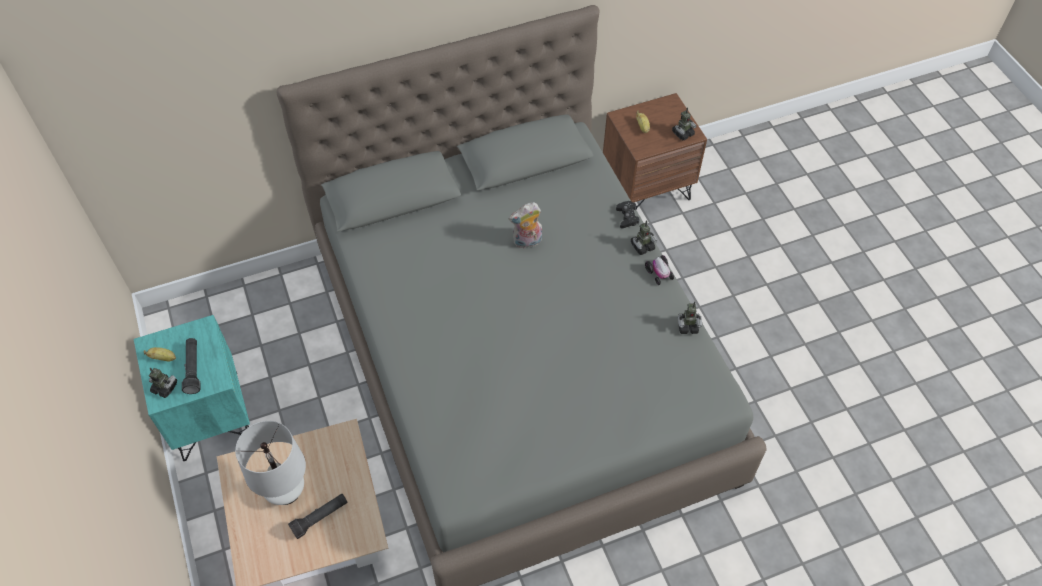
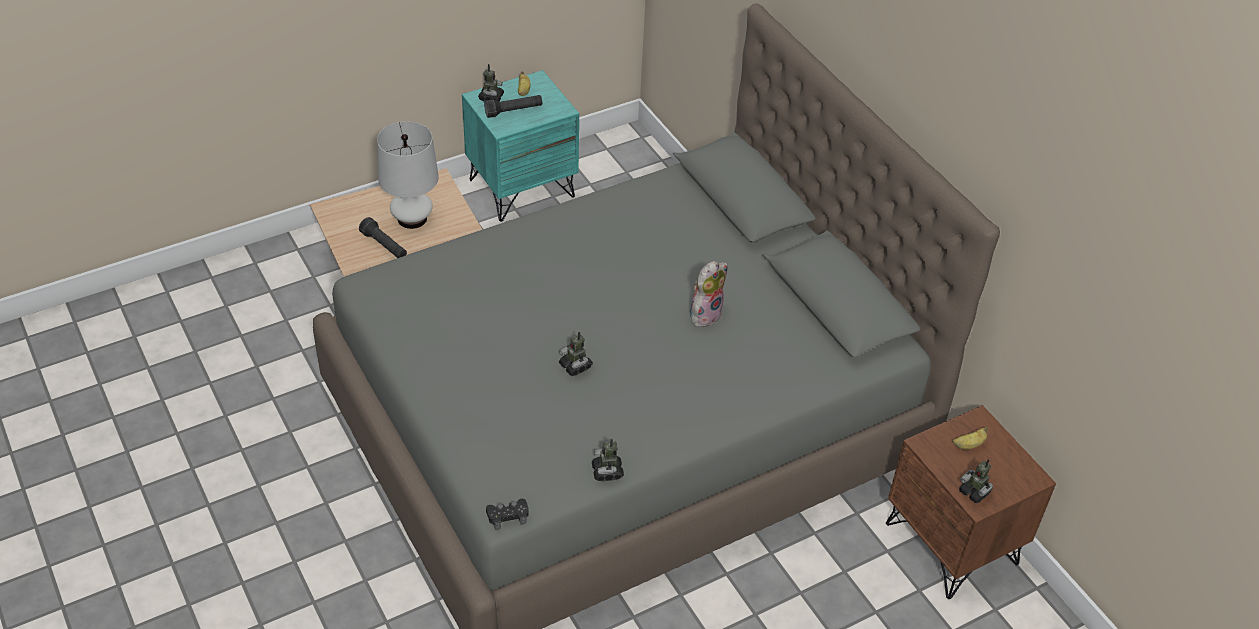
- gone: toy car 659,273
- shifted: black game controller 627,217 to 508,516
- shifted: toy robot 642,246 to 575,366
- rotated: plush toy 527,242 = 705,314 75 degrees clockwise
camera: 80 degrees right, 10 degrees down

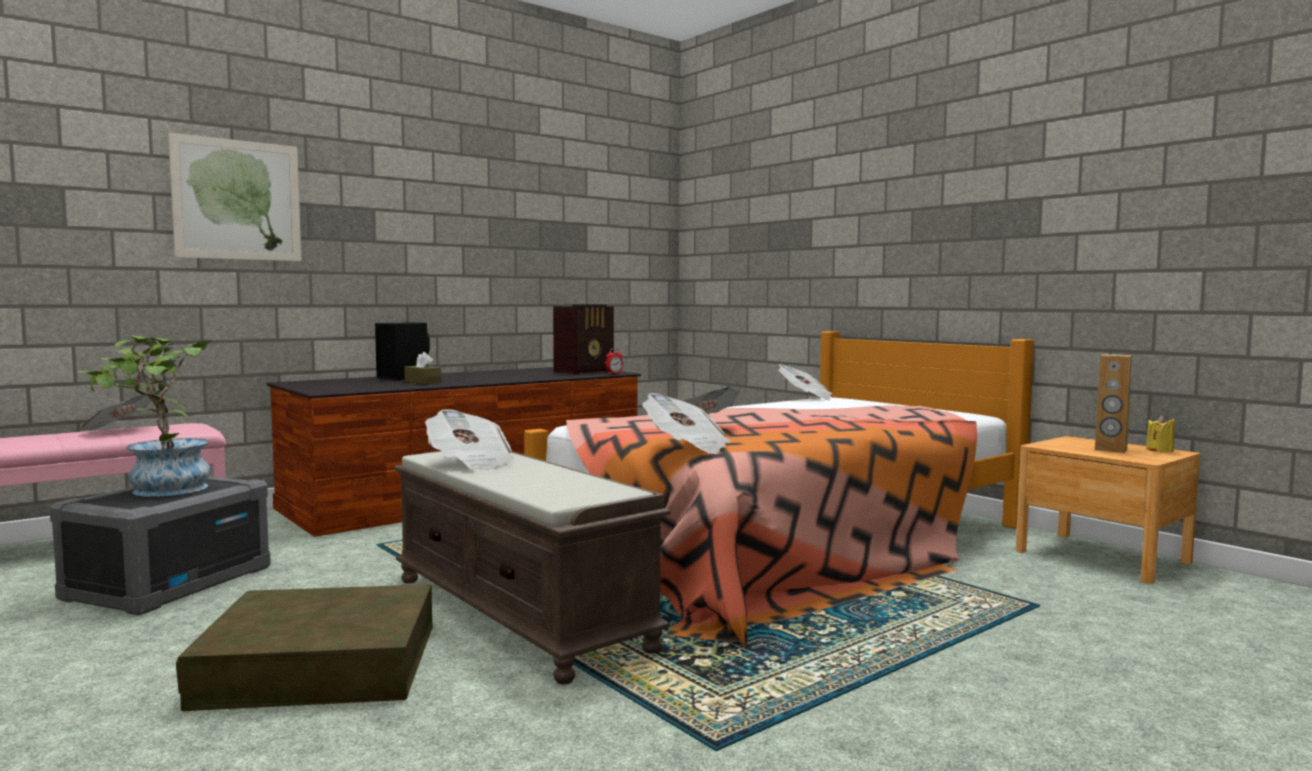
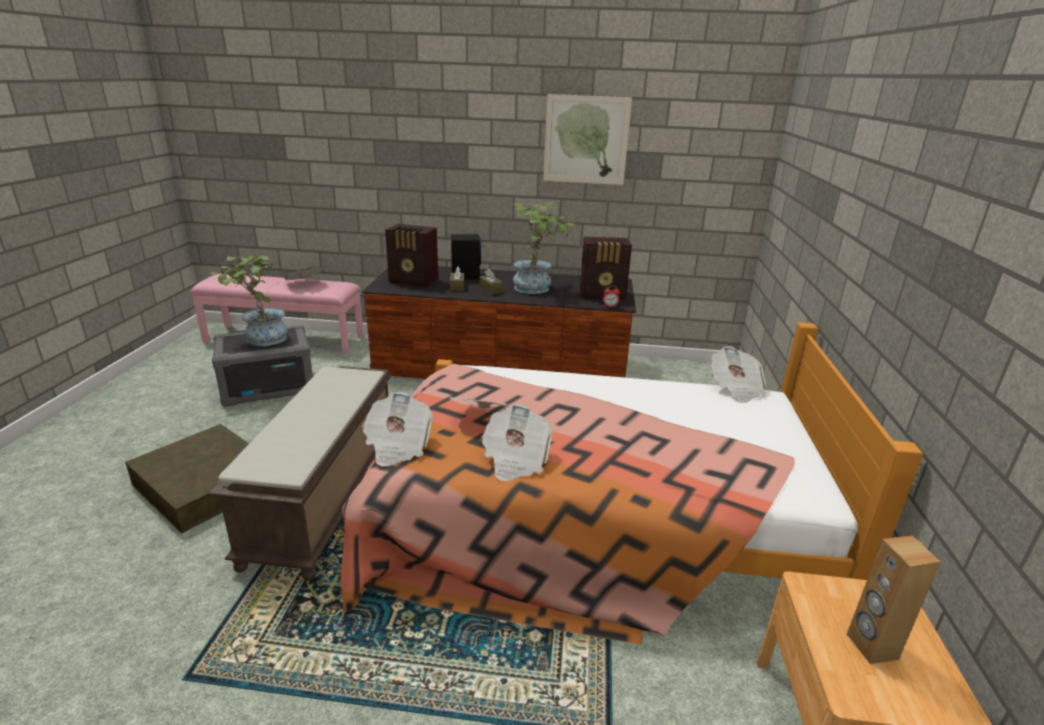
- gone: yellow candle 1159,450
- new: radio 414,281
- new: brown tissue box 490,289
- new: potted plant 537,287
- shifted: picture 237,200 to 586,140
- shifted: newspaper 470,464 to 515,459
camera: 45 degrees right, 20 degrees up

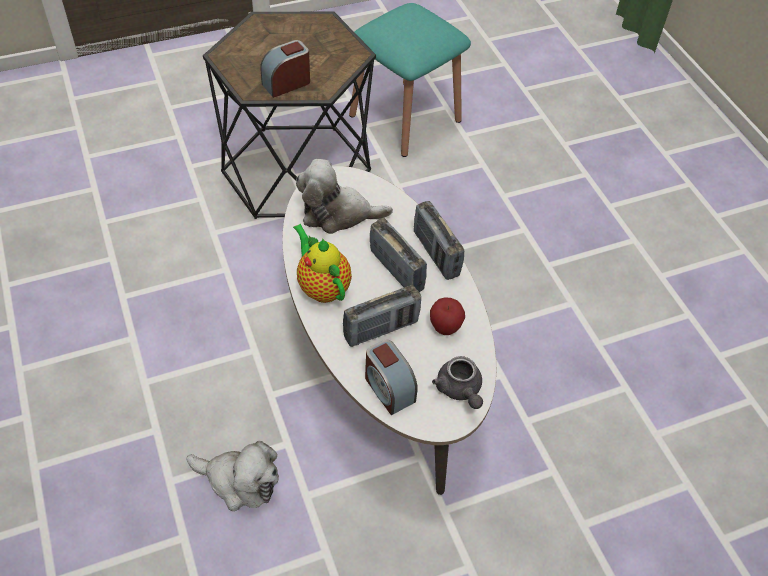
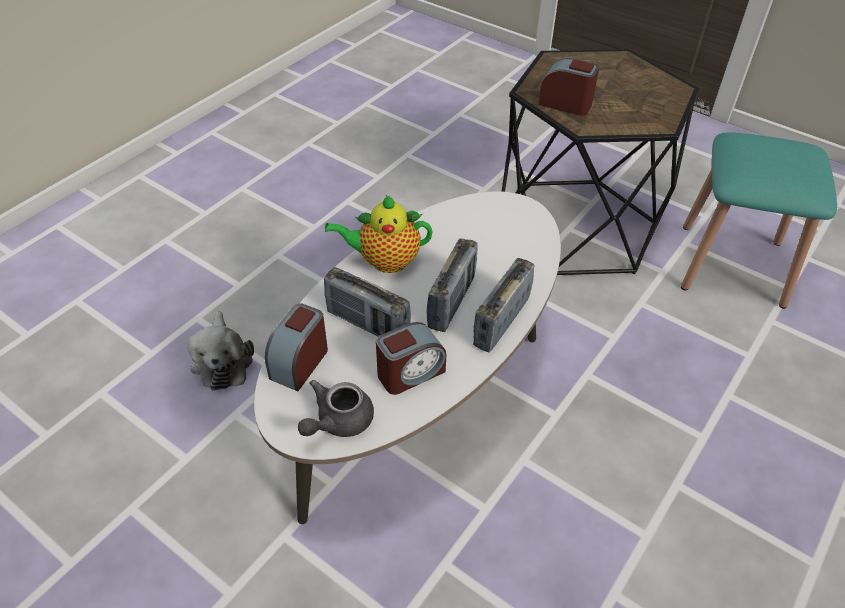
- gone: plush toy 338,213
- swapped: apple 445,328 to alarm clock 410,373
- rotated: teapot 322,286 = 385,261 120 degrees counterclockwise
camera: 60 degrees right, 5 degrees down

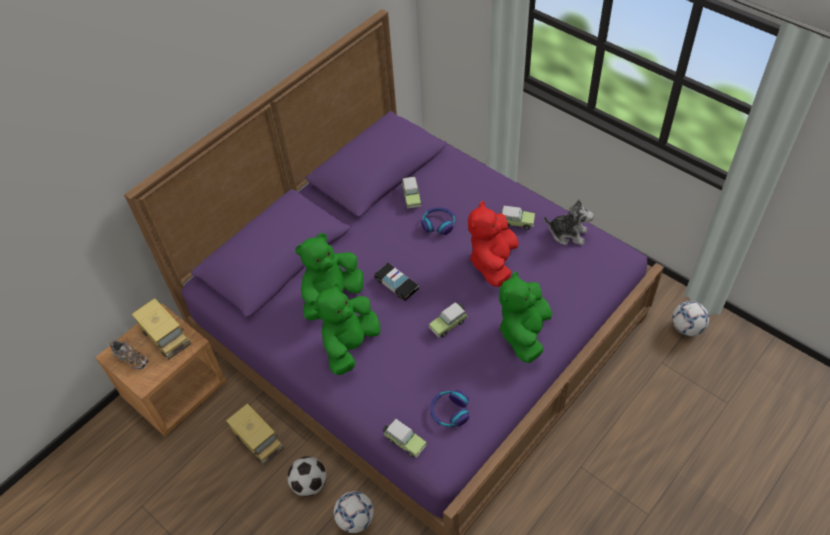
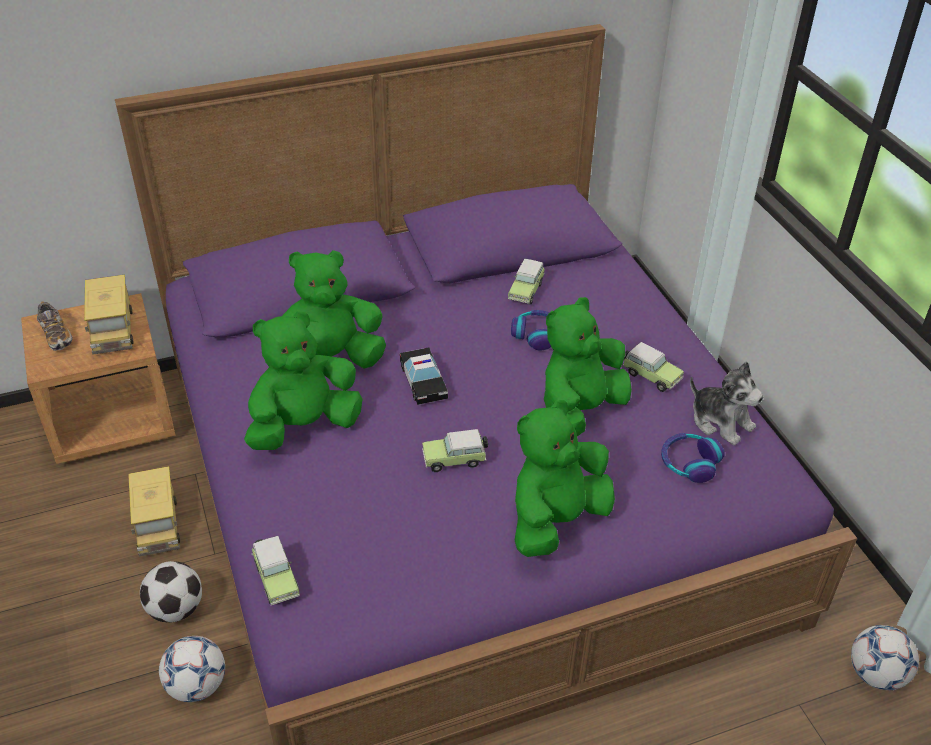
- shifted: headphones 449,412 to 689,462
- repainted: red plush toy 493,262 to green plush toy 579,411
camera: 25 degrees right, 10 degrees down

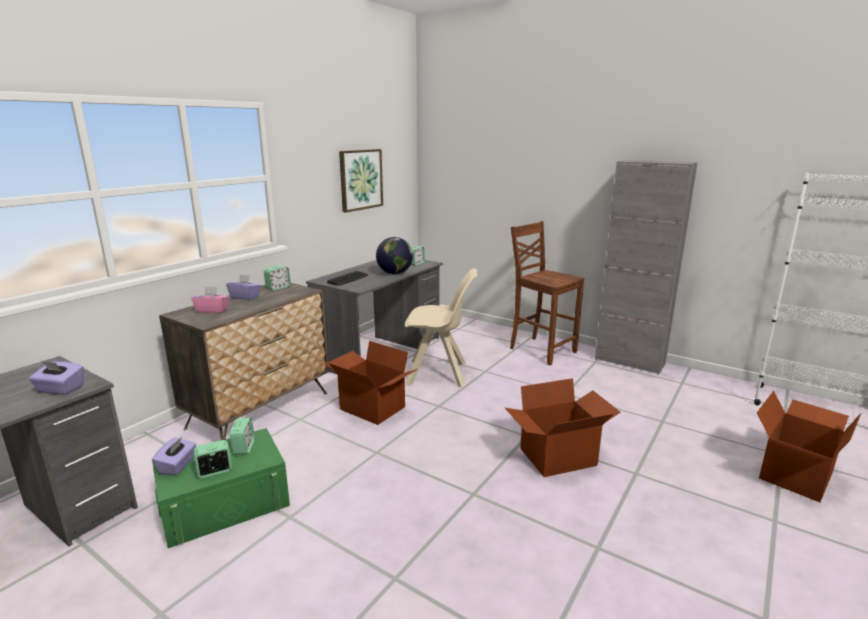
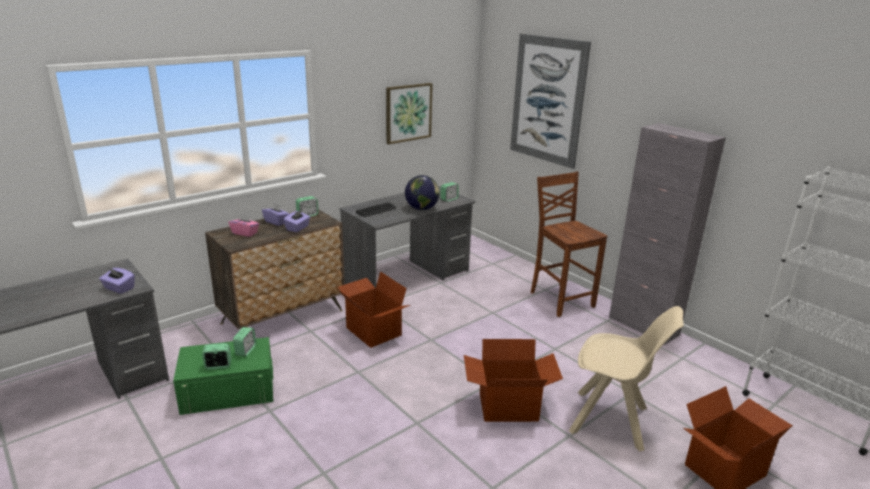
- new: picture 547,100
- shifted: purple tissue box 177,466 to 298,228
- shifted: beige chair 439,373 to 611,421
camera: 15 degrees right, 5 degrees up

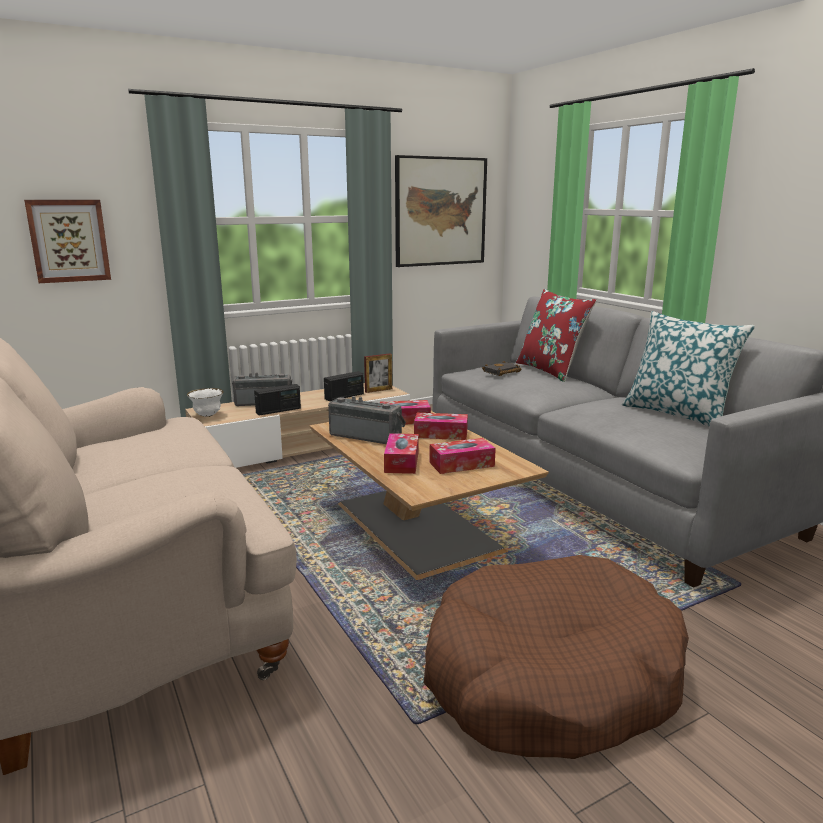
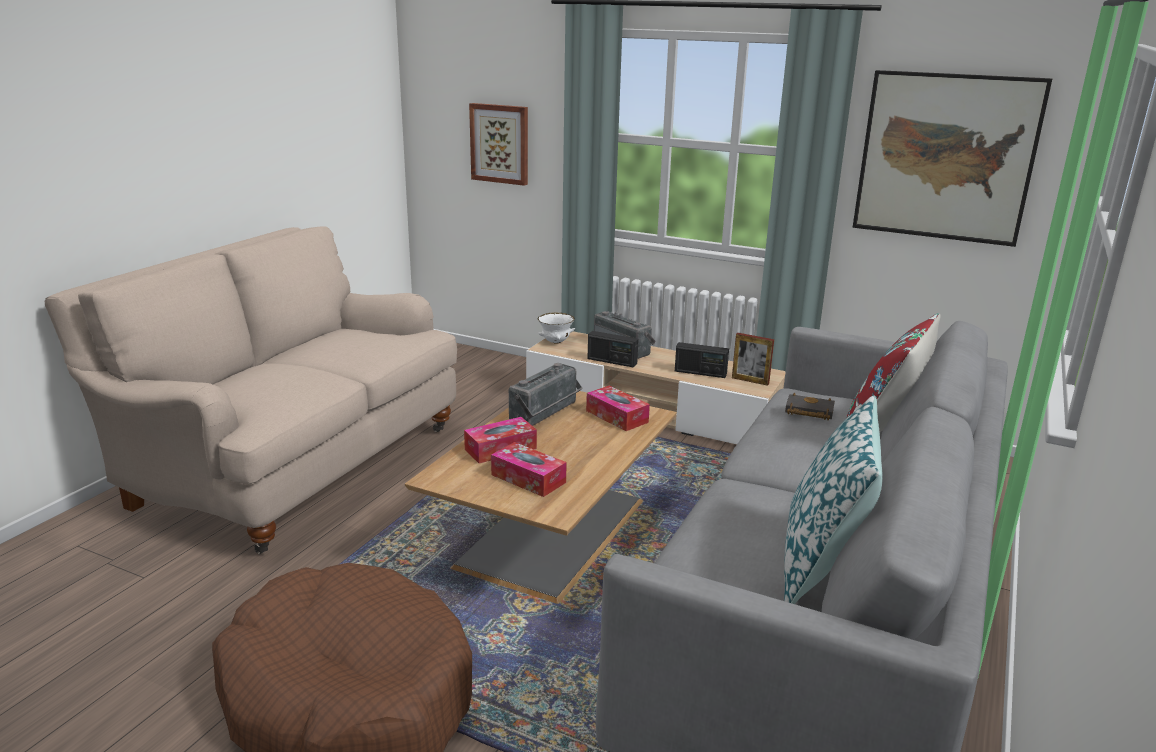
- gone: tissue box 441,434
- rotated: radio 367,436 = 546,414 45 degrees clockwise
camera: 55 degrees right, 5 degrees up

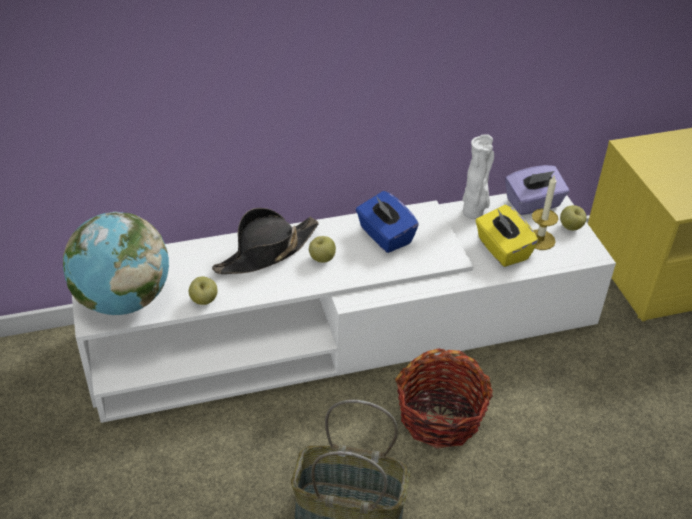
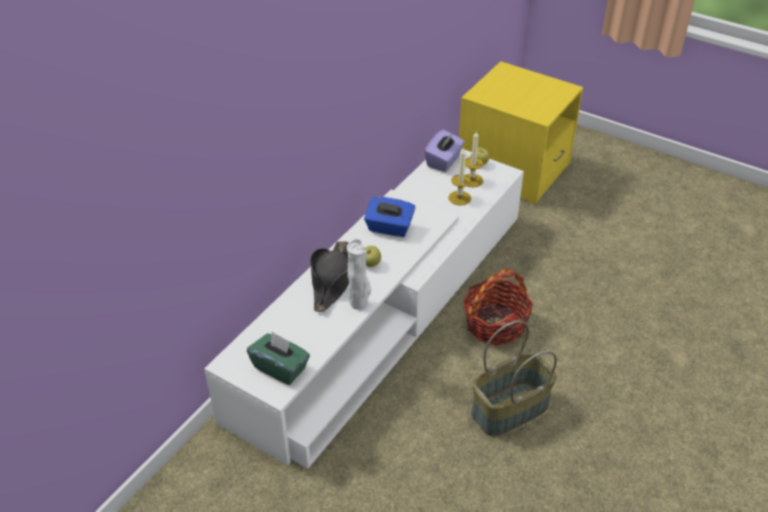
- gone: apple 204,301
- shifted: white vase 474,213 to 360,303
- swapped: globe 123,300 to green tissue box 280,368
- swapped: yellow tissue box 502,250 to candle 459,198
camera: 40 degrees left, 0 degrees up

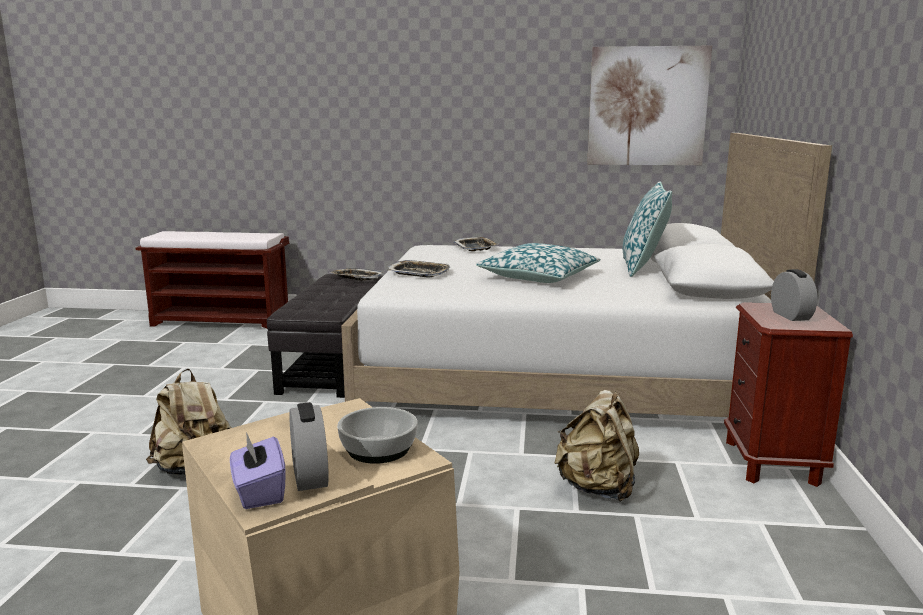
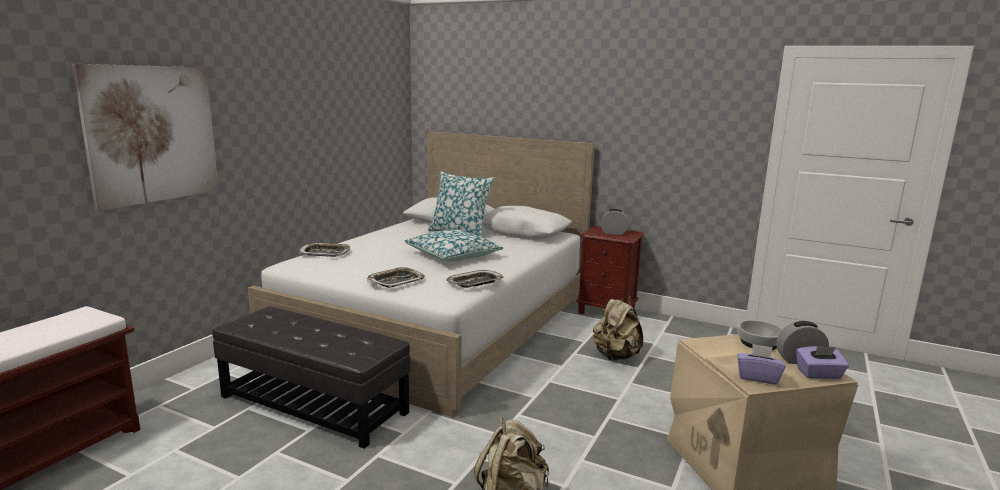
- new: purple tissue box 757,377
- shifted: tray 356,278 to 475,283
- shifted: picture 647,106 to 152,134
camera: 70 degrees left, 0 degrees up

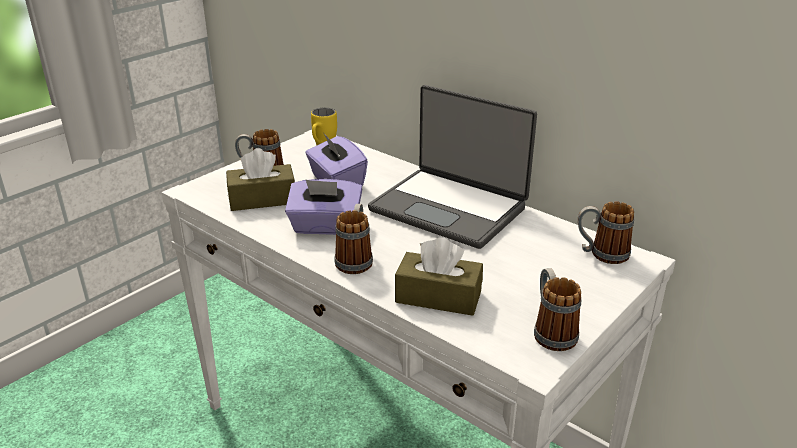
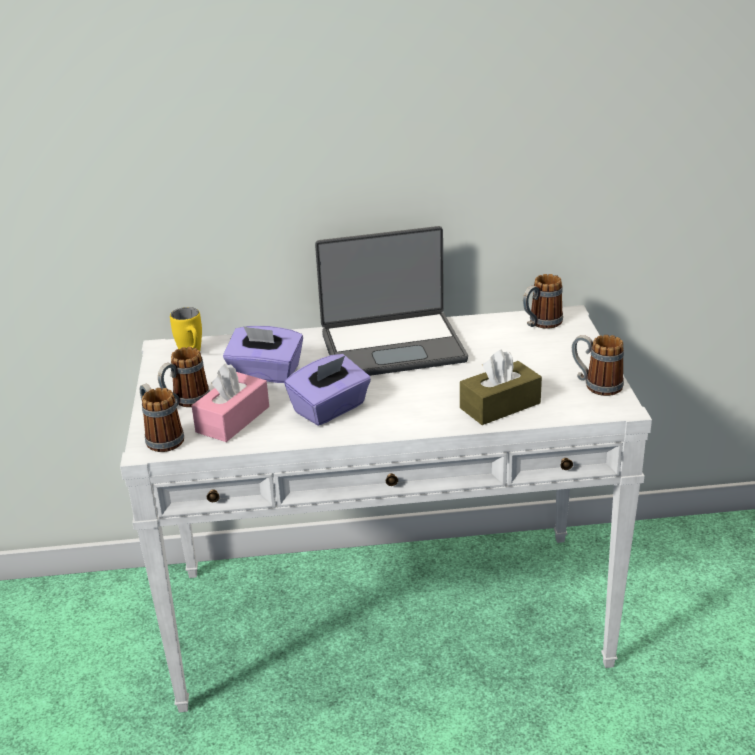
- shifted: mug 355,259 to 161,438
- repainted: brown tissue box 262,199 to pink tissue box 233,419
camera: 45 degrees left, 0 degrees up

